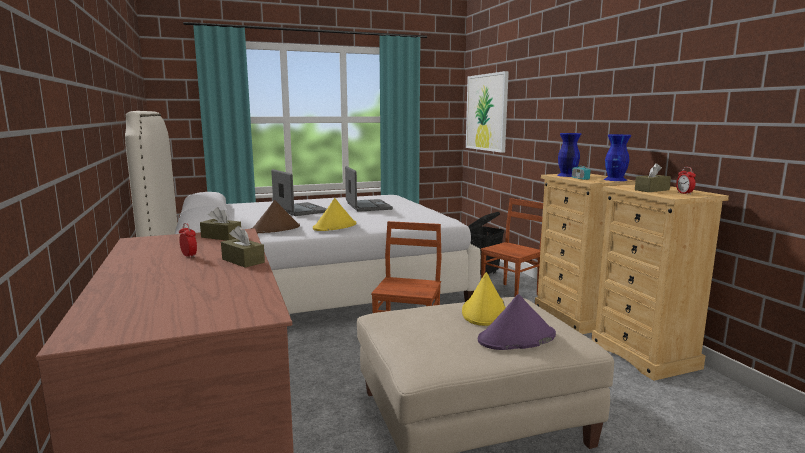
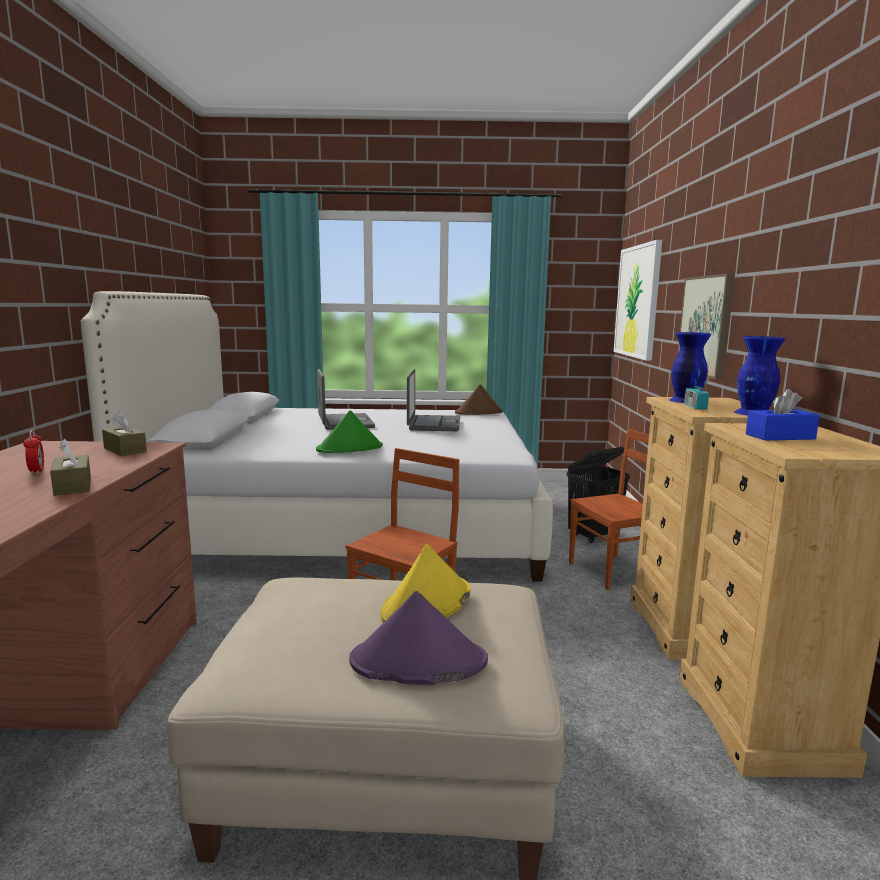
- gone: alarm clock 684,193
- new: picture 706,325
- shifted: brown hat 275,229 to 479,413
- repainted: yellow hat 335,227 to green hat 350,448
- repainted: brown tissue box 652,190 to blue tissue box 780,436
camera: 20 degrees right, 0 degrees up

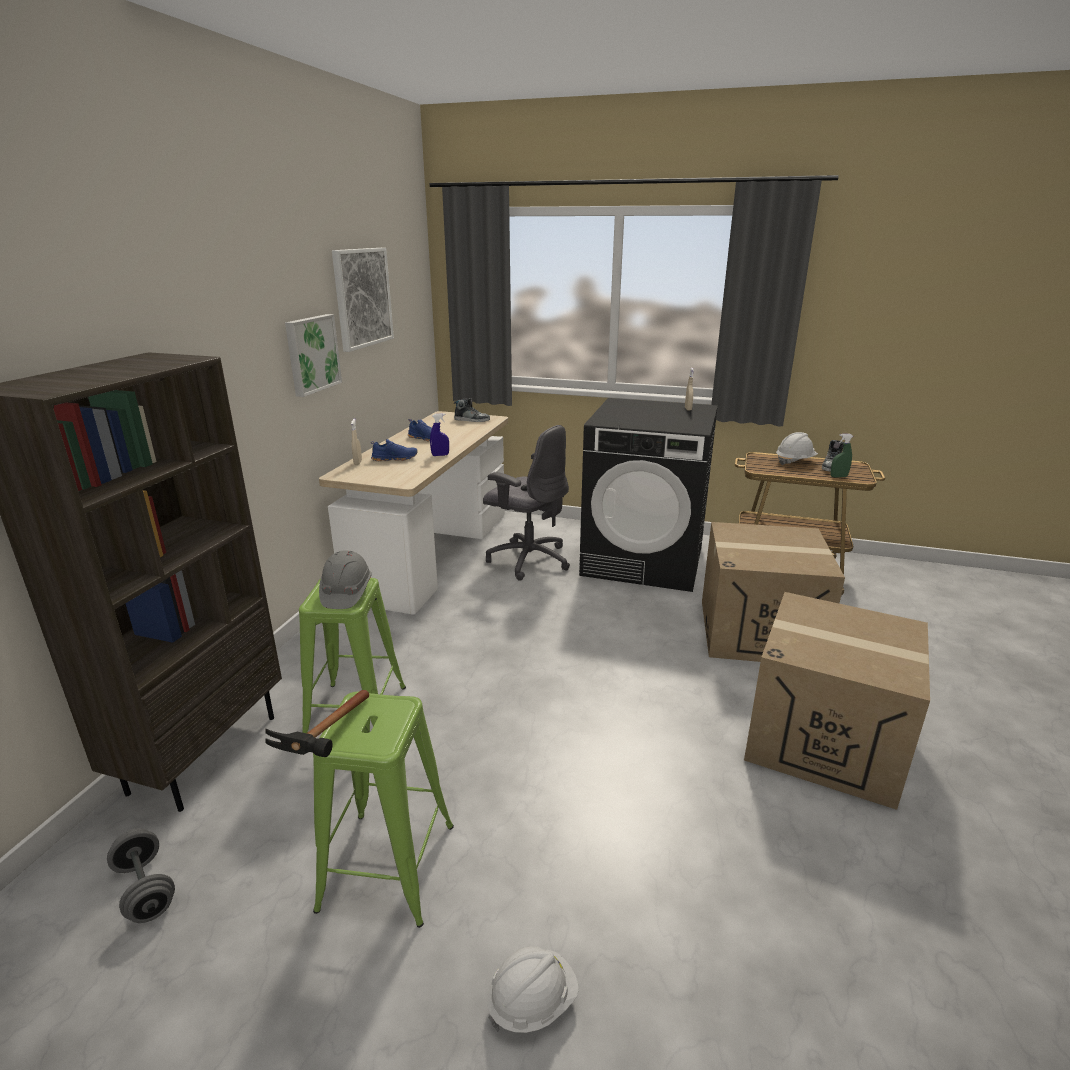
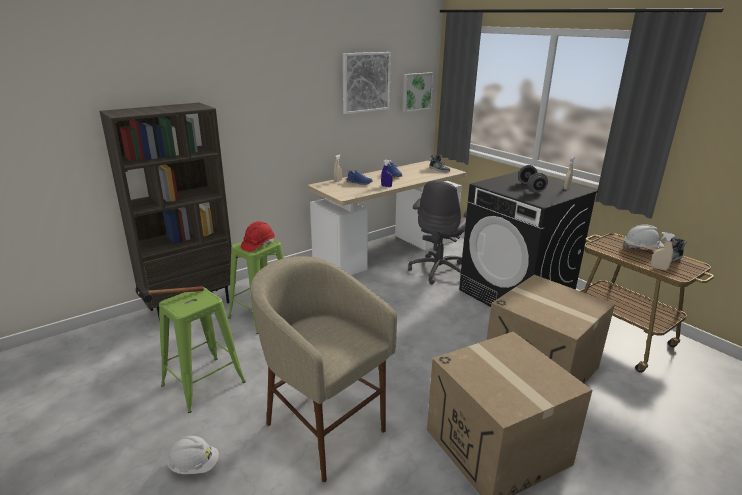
- new: beige stool 322,429
- shifted: grey dumbbell 146,889 to 531,188
- shifted: picture 311,354 to 416,91
- repainted: grey hard hat 346,593 to red hard hat 258,245
- repainted: green spray bottle 838,476 to beige spray bottle 658,268
- rotated: grey office chair 528,559 = 439,270 45 degrees clockwise
camera: 35 degrees right, 0 degrees up

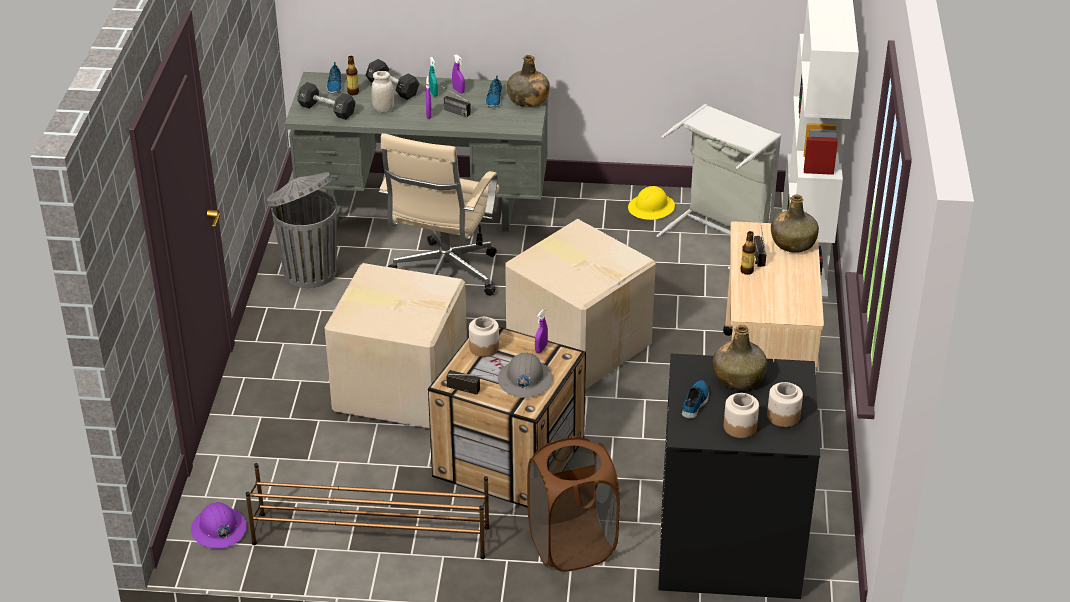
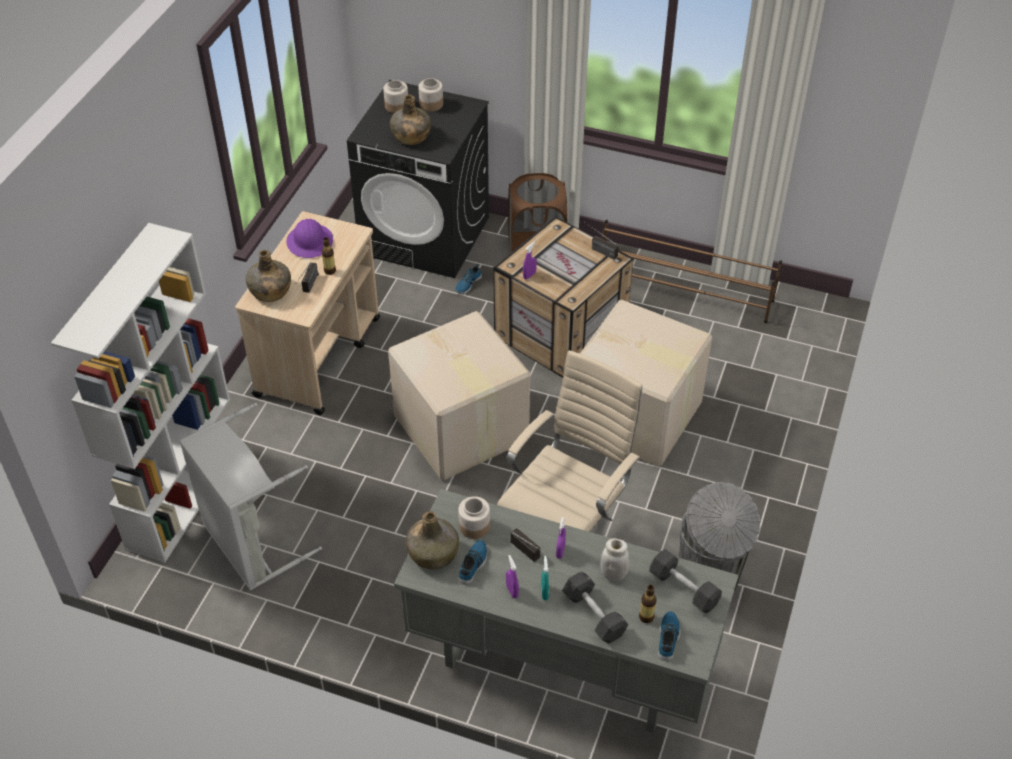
- gone: grey hard hat 524,380
- gone: yellow hard hat 651,208
- shifted: purple hard hat 218,529 to 310,242
- shifted: jar 484,347 to 474,526
- shifted: shoe 696,402 to 467,284
camera: 165 degrees left, 10 degrees up

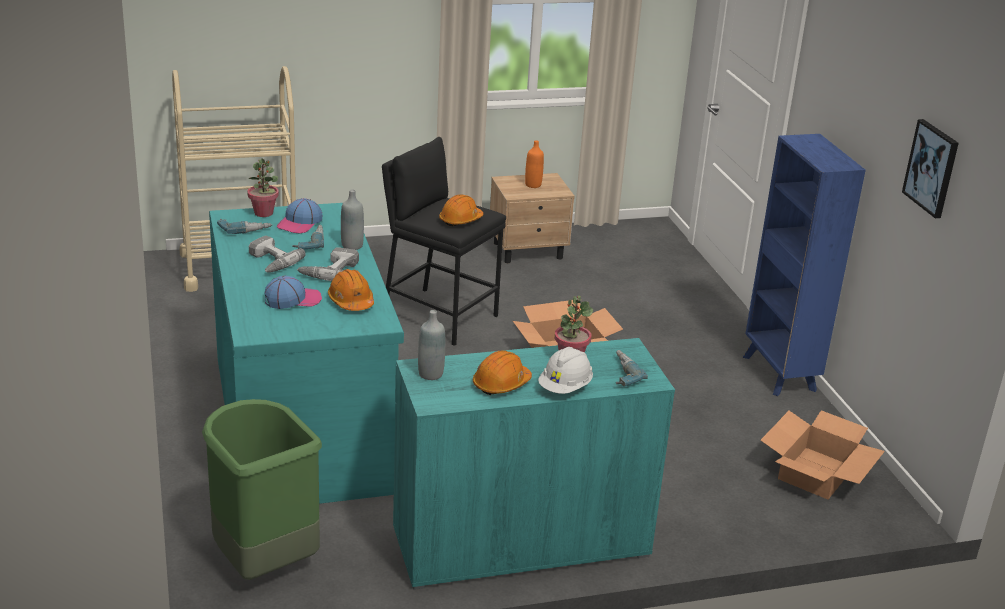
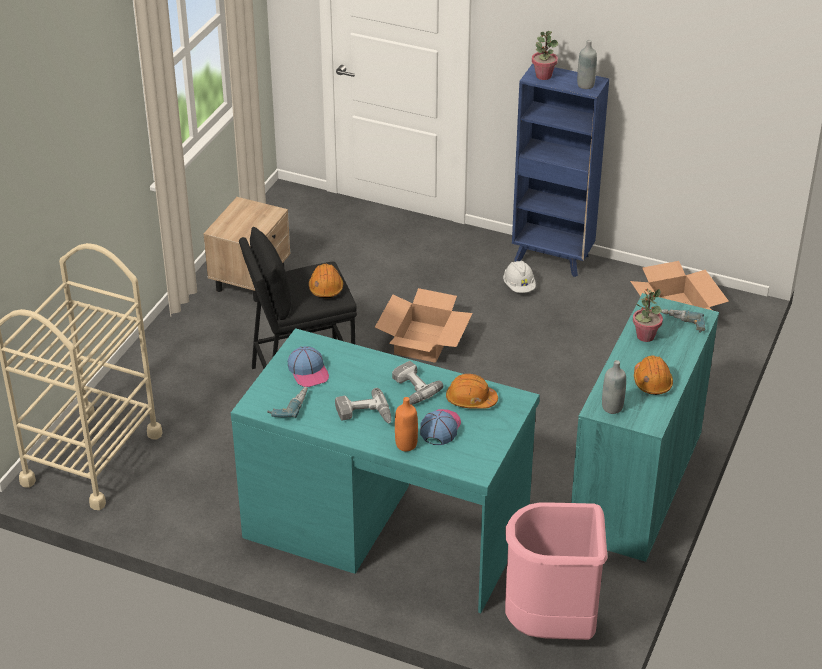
- gone: power drill 309,242
- gone: picture 932,168
- shifted: potted plant 264,213 to 543,76
- shifted: grey bottle 352,246 to 585,85
- shifted: orange bottle 533,185 to 406,445
- shifted: white hard hat 565,387 to 519,286
- repainted: green trash can 262,562 to pink trash can 552,627
camera: 50 degrees left, 10 degrees up

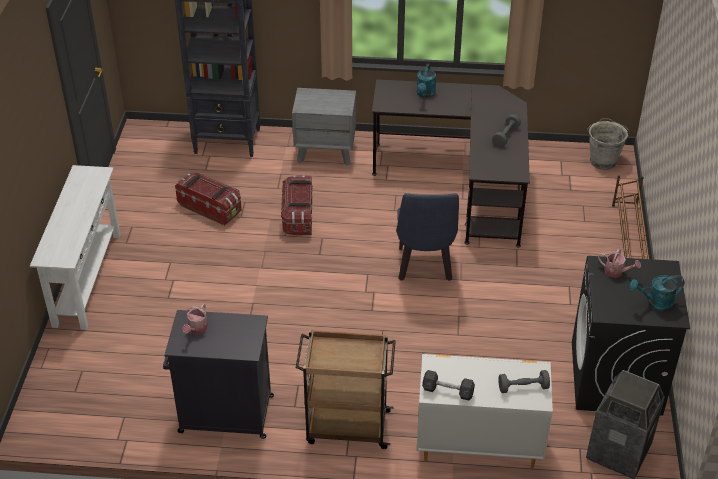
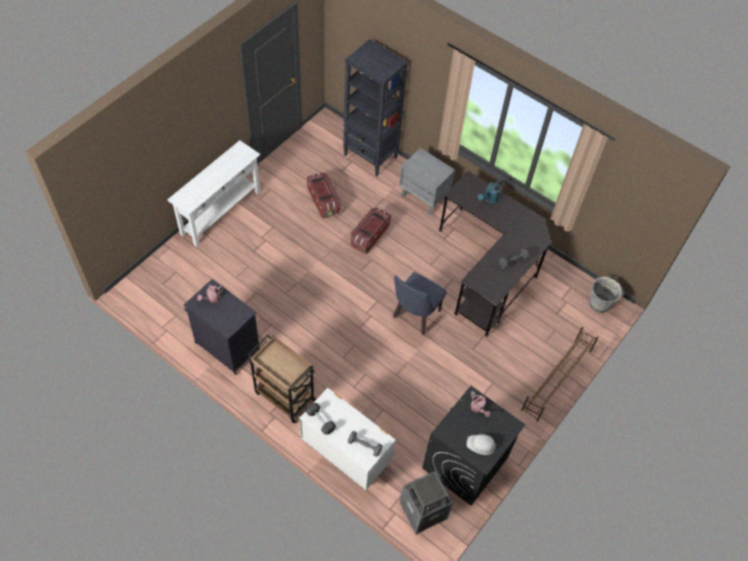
- swapped: turquoise watering can 655,303 to white hard hat 481,445
camera: 30 degrees right, 15 degrees up

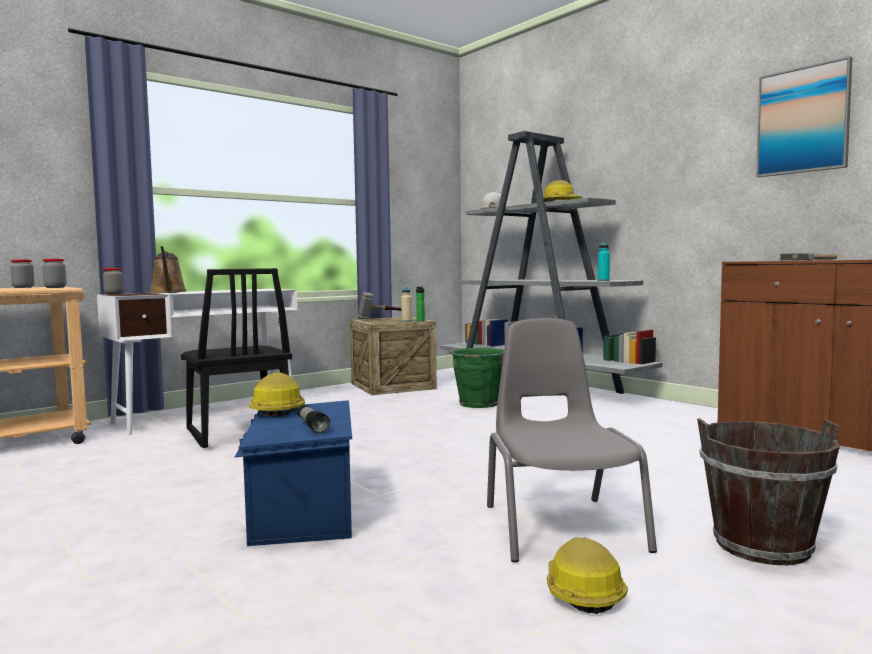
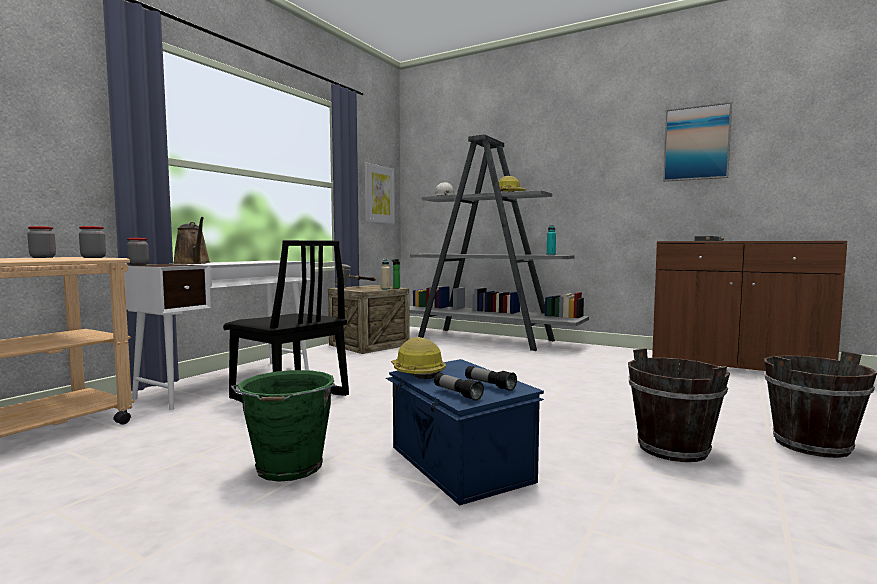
- gone: hard hat 582,591
- new: picture 379,194
- new: flashlight 457,394
- shifted: green bucket 478,404 to 288,468
- swapped: grey chair 561,526 to brown bucket 673,449
camera: 20 degrees left, 0 degrees up

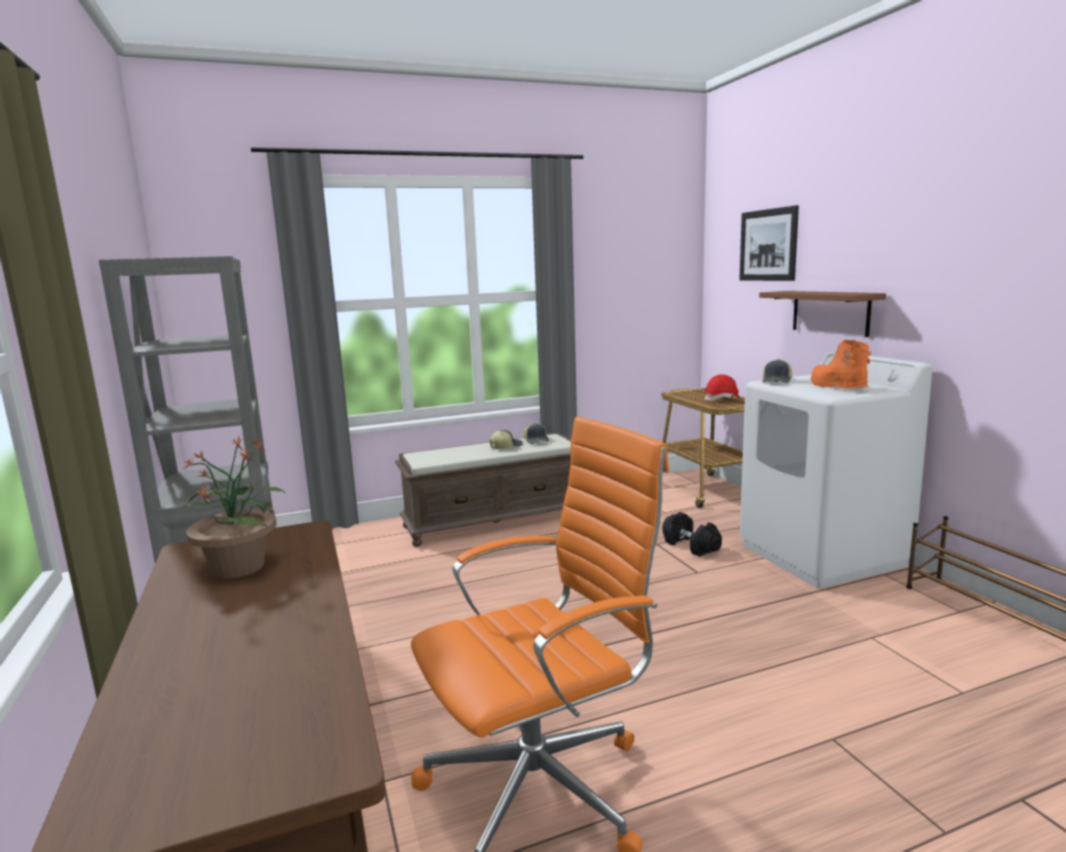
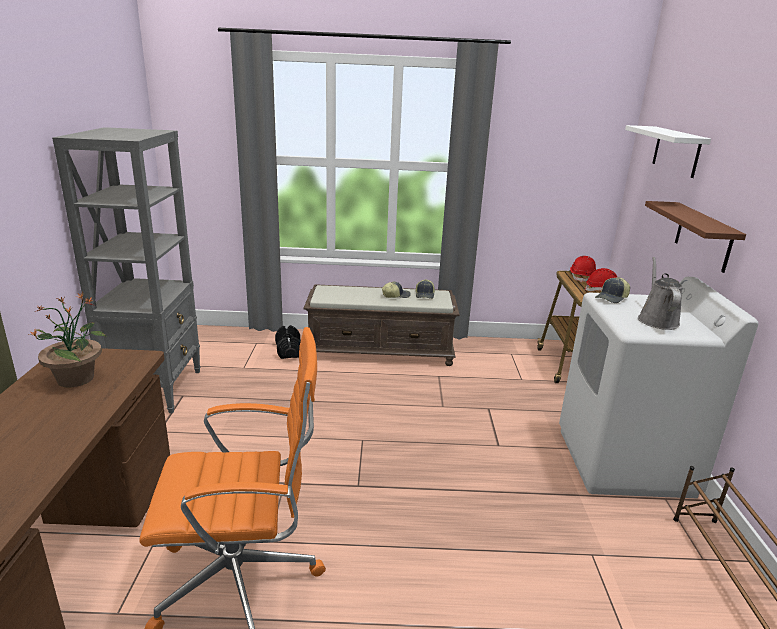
- new: red hard hat 582,277
- shifted: black dumbbell 691,546 to 289,351
- swapped: picture 768,245 to white shelf 676,151
- swapped: orange boot 836,387 to grey watering can 656,319
camera: 20 degrees right, 10 degrees up

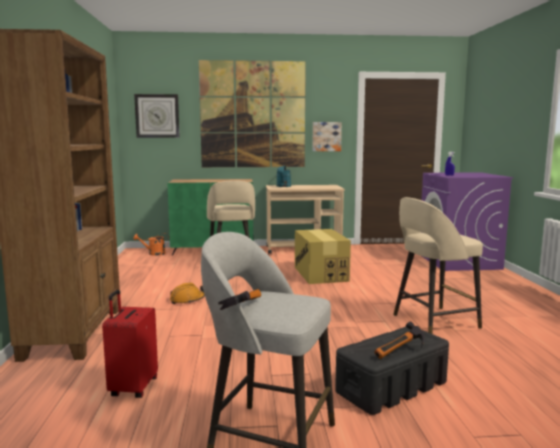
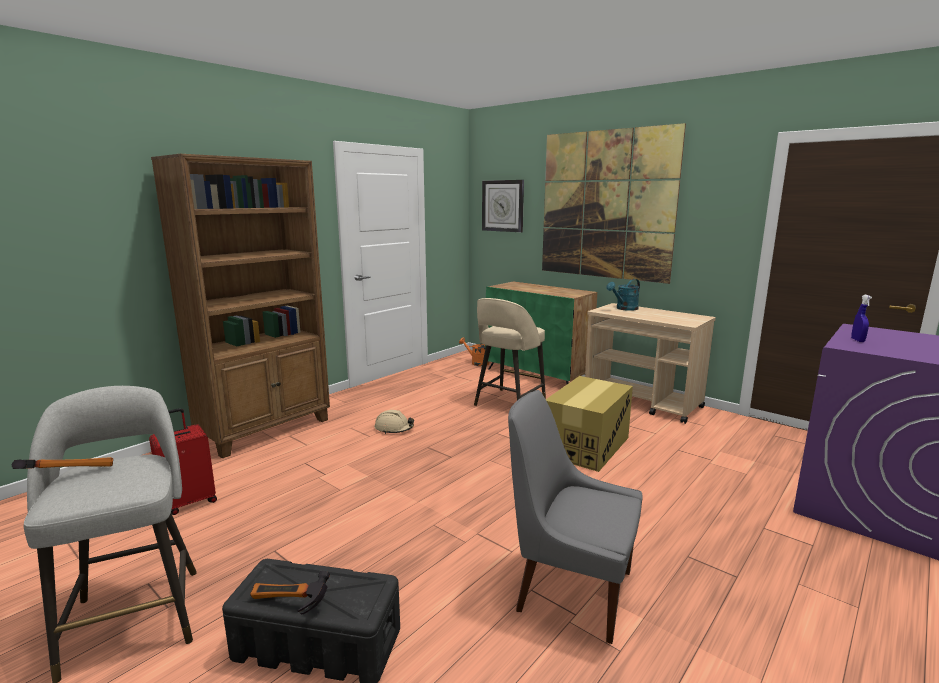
- gone: picture 326,136
- swapped: beige stool 433,321 to grey chair 569,589
- repainted: orange hard hat 187,300 to beige hard hat 394,429
camera: 45 degrees right, 5 degrees up

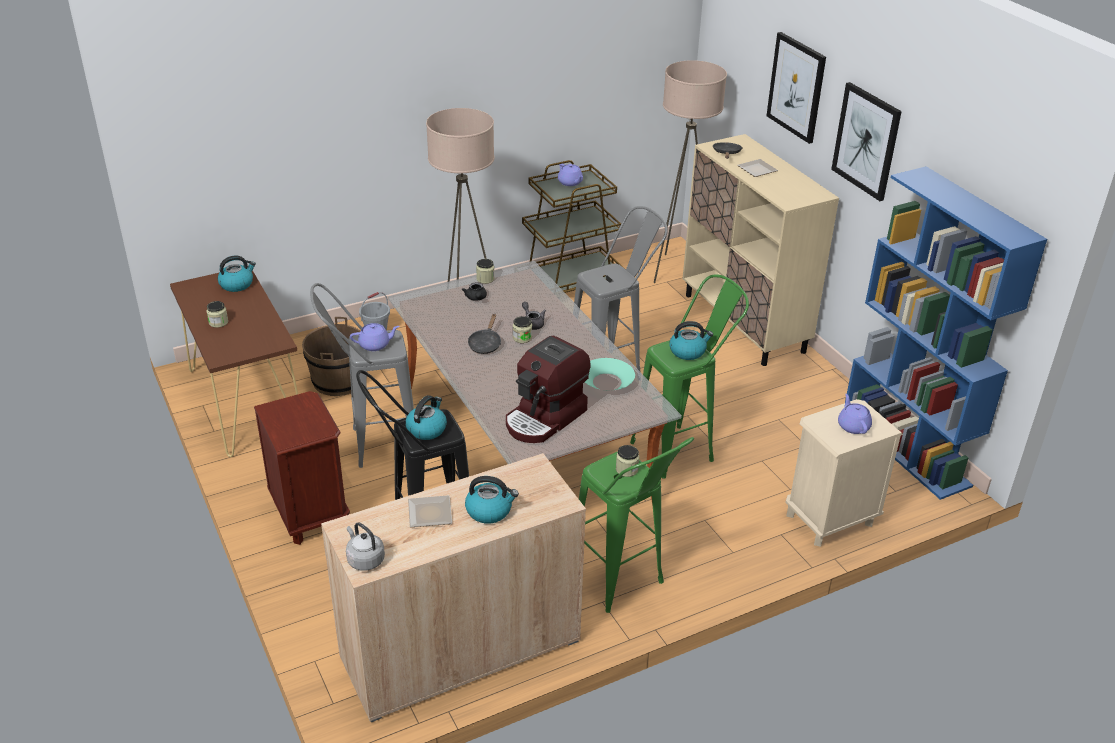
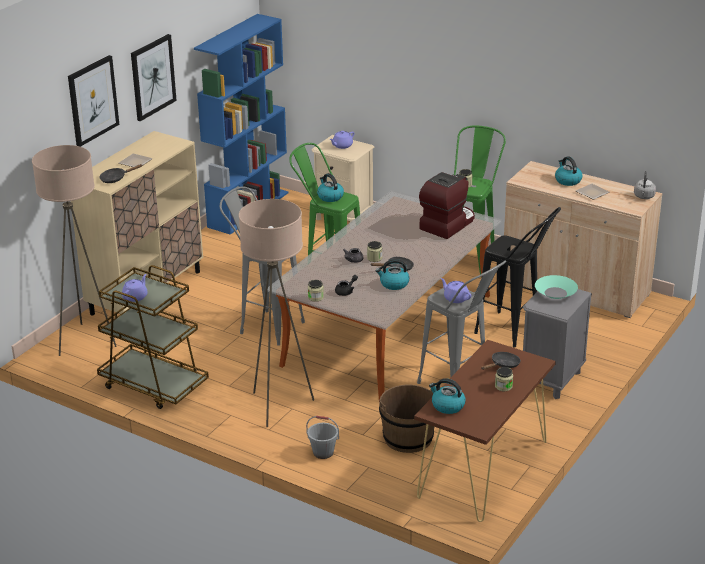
- new: black frying pan 503,365
- shifted: kettle 426,429 to 393,284
- shifted: turquoise bowl 607,382 to 555,293
- repainted: brown nightstand 310,514 to grey nightstand 550,380
- rotated: coffee machine 545,418 = 447,224 60 degrees counterclockwise
camera: 120 degrees left, 5 degrees down

